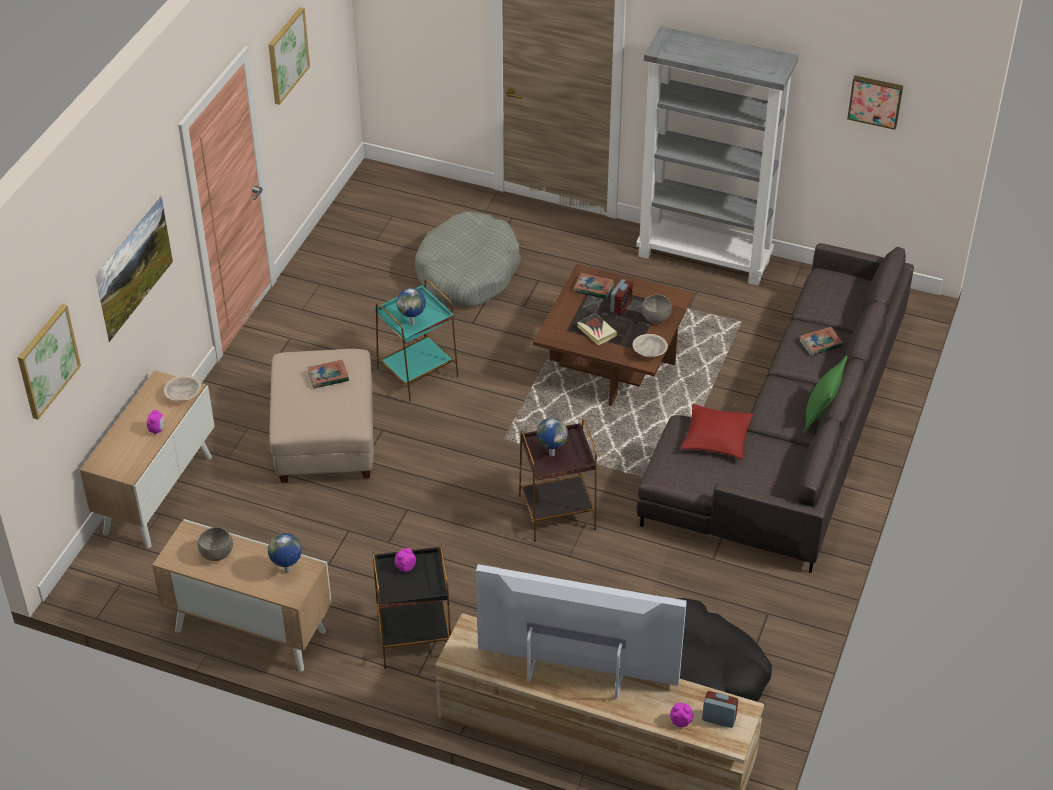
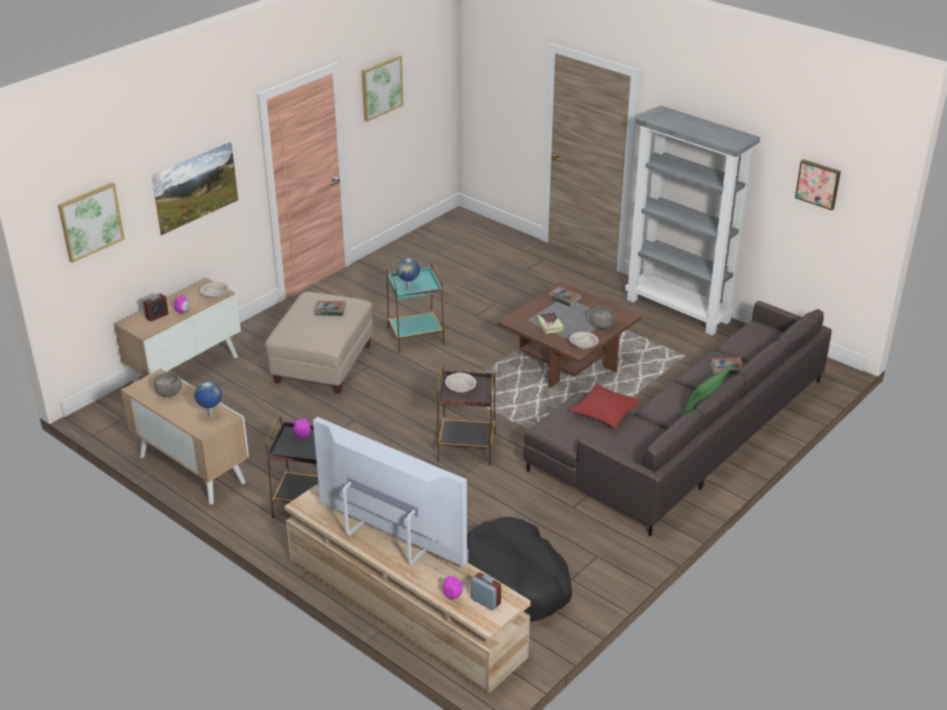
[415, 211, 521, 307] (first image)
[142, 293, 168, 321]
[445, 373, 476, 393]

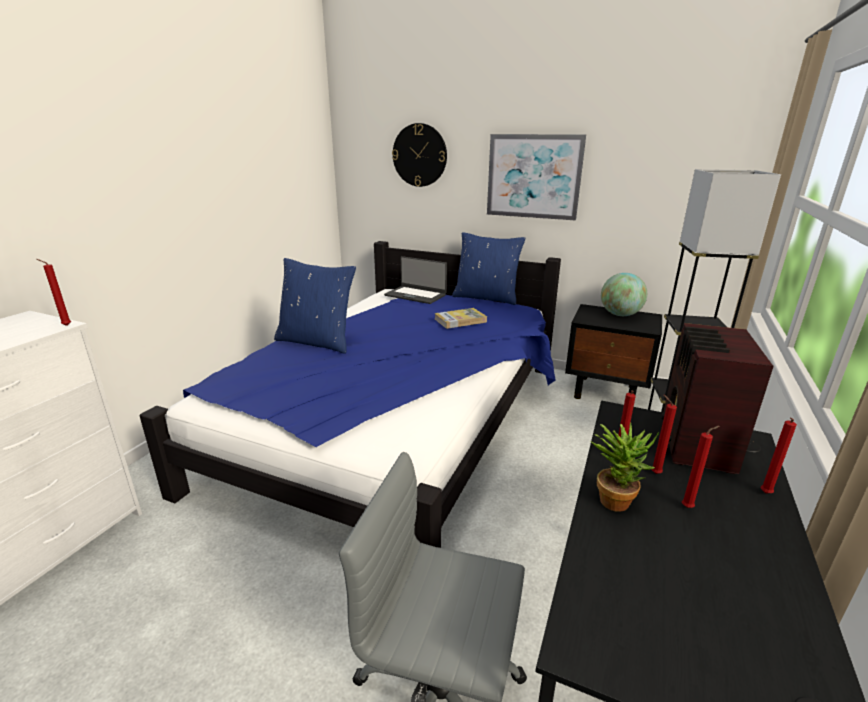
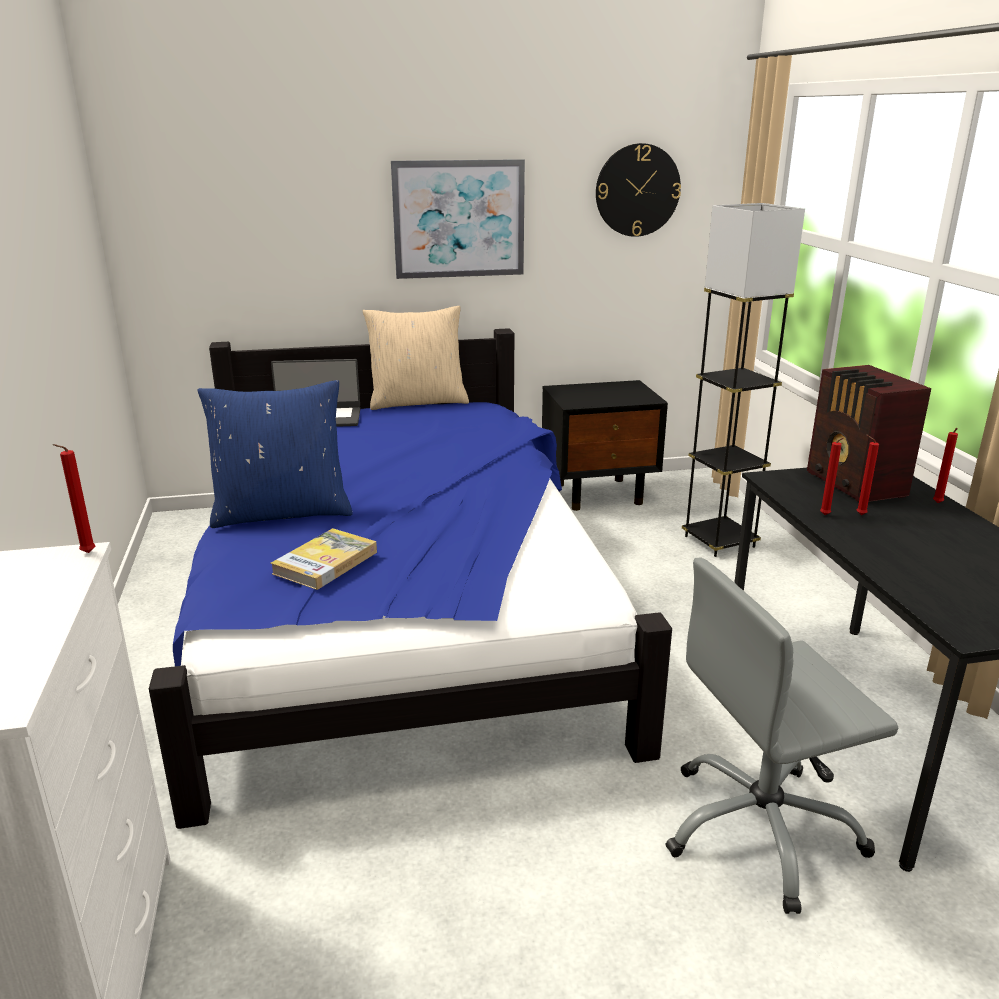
[591, 422, 659, 512] (first image)
[601, 273, 647, 316] (first image)
[682, 426, 720, 508] (first image)
[596, 143, 681, 237]
[270, 528, 377, 590]
[363, 306, 469, 410]

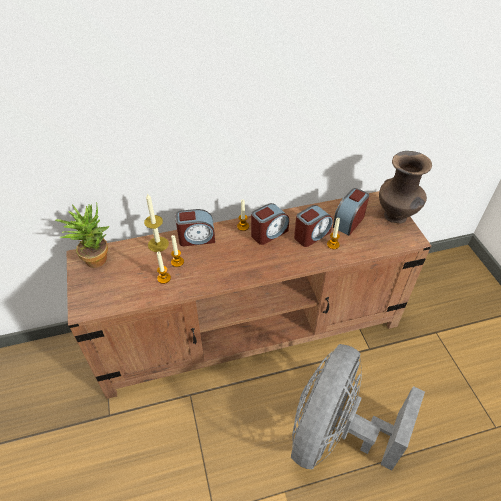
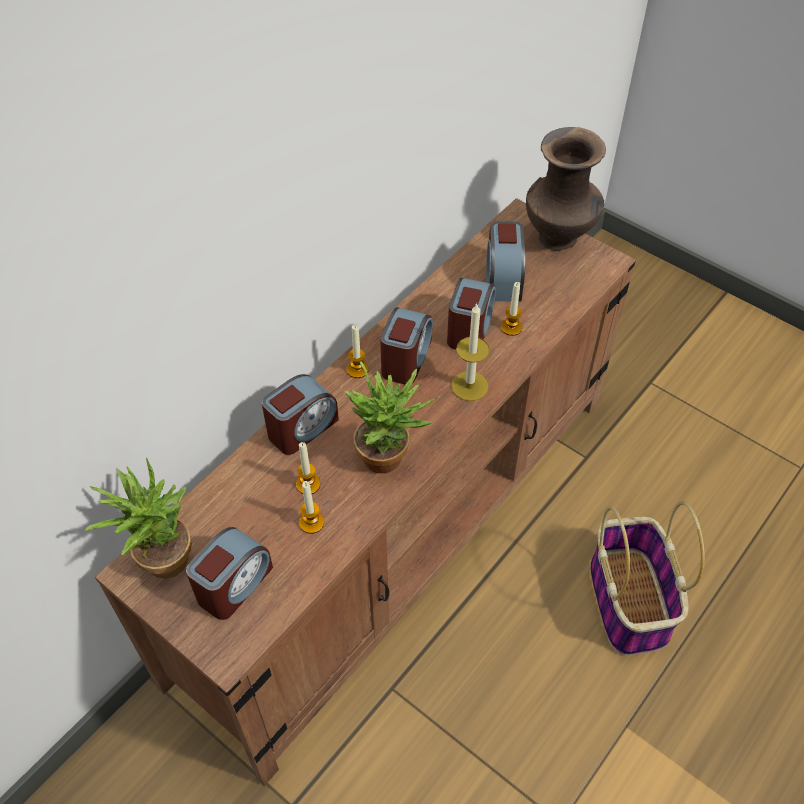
[186, 527, 273, 620]
[345, 362, 440, 473]
[451, 303, 490, 401]
[590, 501, 705, 656]

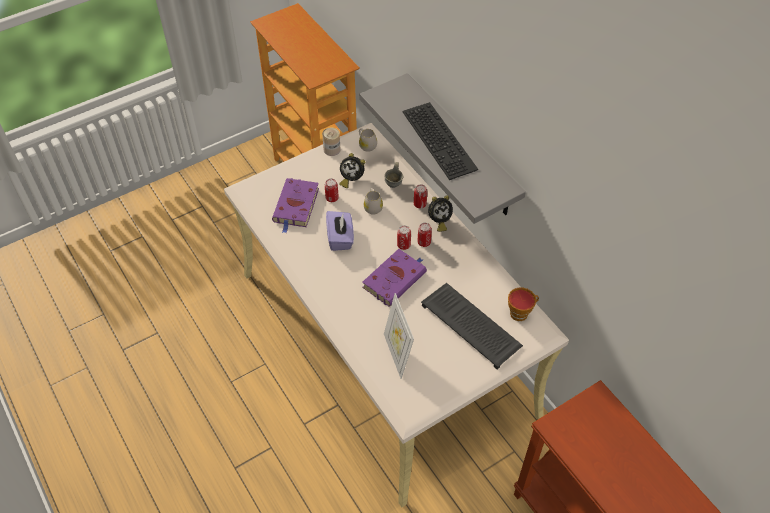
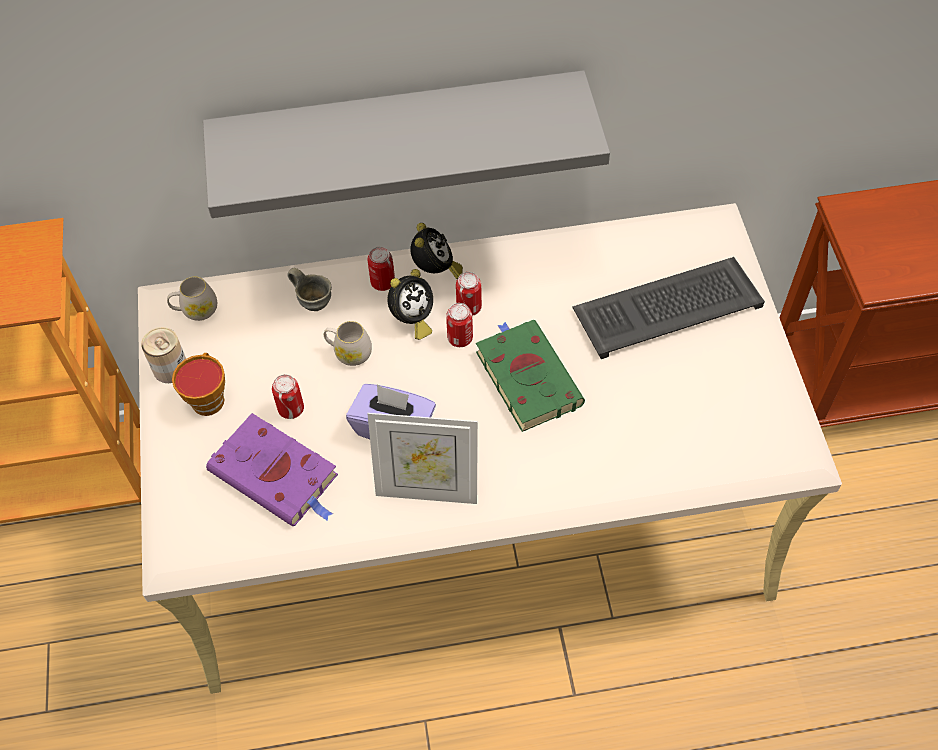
[402, 102, 478, 180] (first image)
[387, 269, 433, 340]
[367, 413, 478, 504]
[172, 353, 225, 416]
[476, 320, 585, 432]

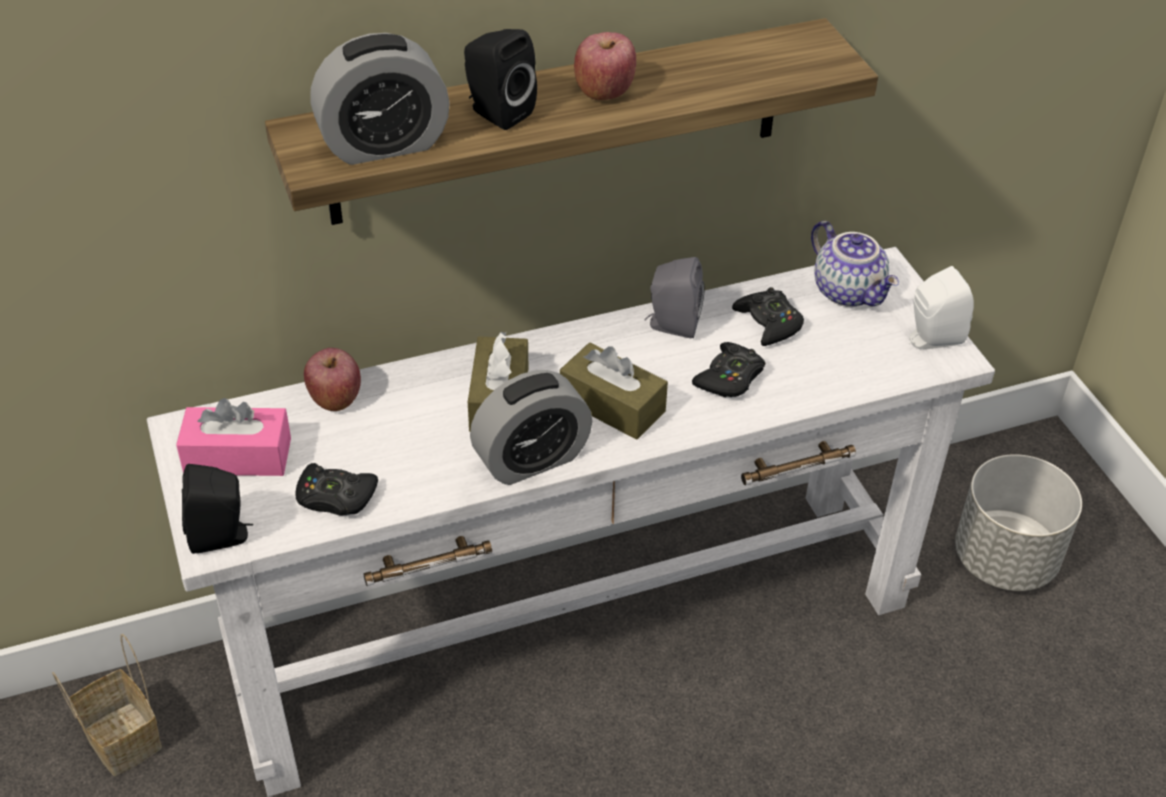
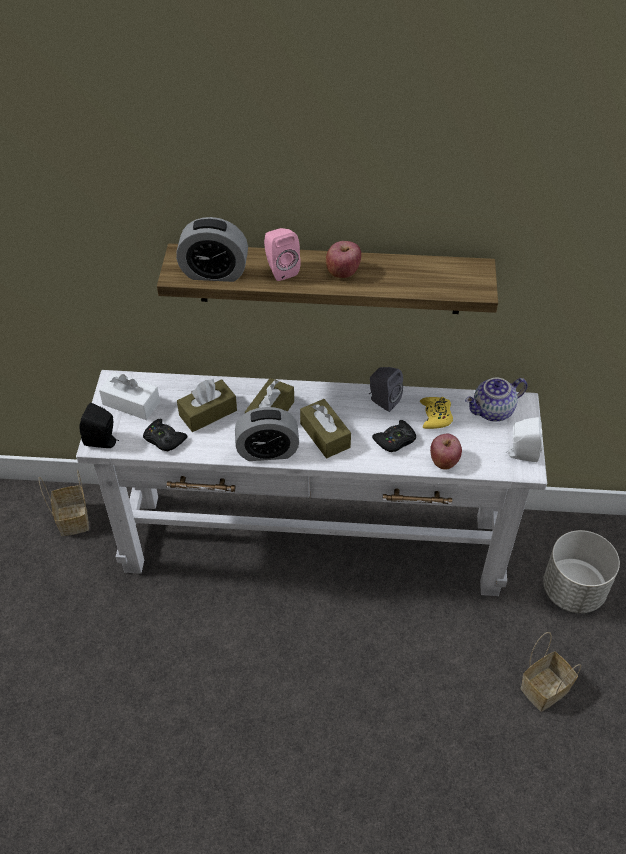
[177, 379, 237, 432]
[520, 632, 581, 712]
[430, 433, 462, 469]
[99, 372, 160, 420]
[264, 228, 301, 281]
[420, 397, 453, 429]
[465, 378, 527, 422]

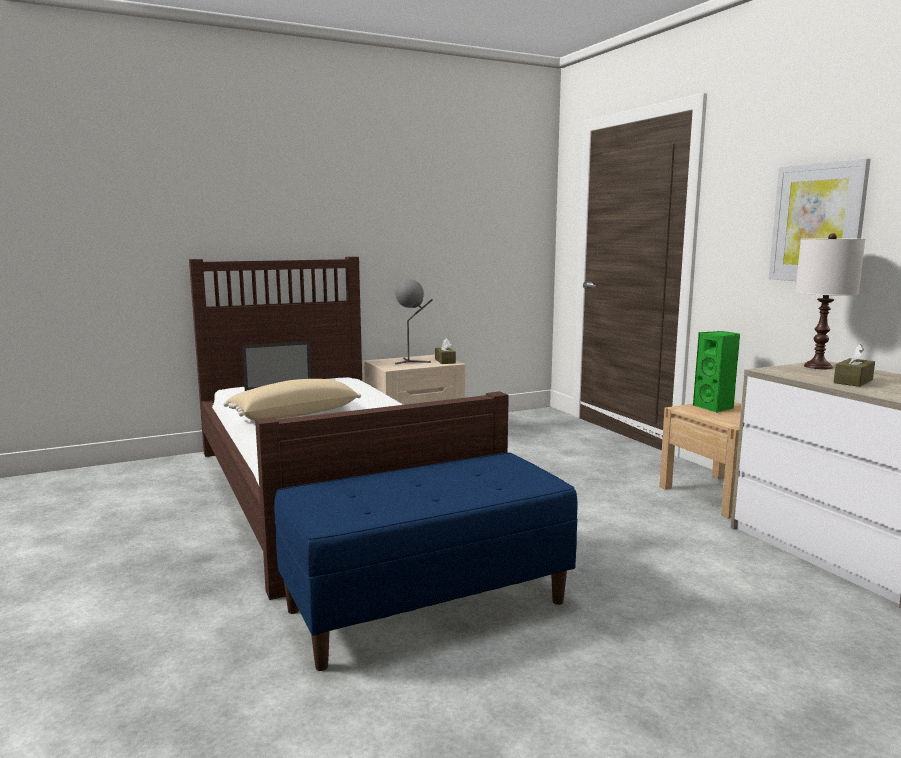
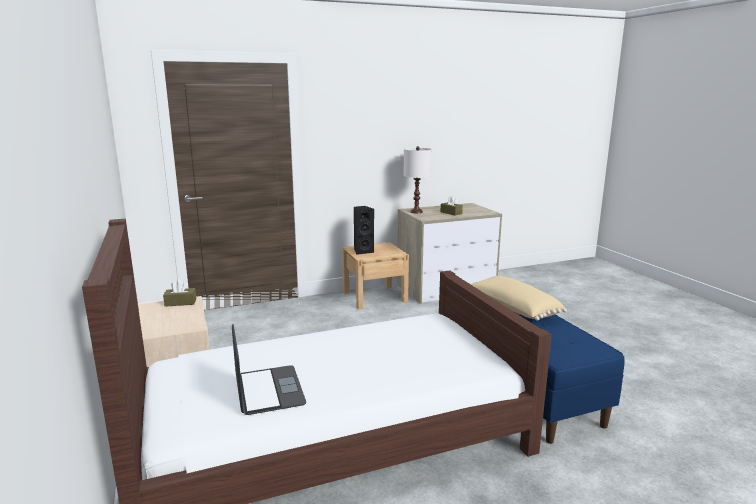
[395, 279, 433, 364] (first image)
[768, 158, 871, 281] (first image)
[471, 276, 567, 321]
[354, 206, 374, 255]

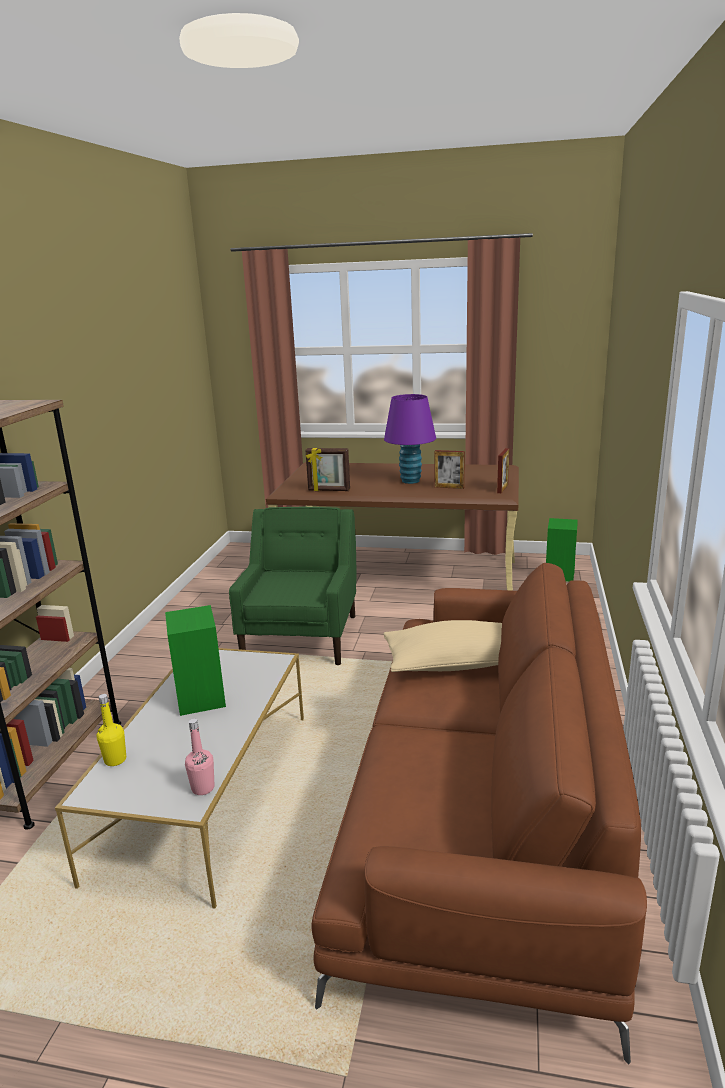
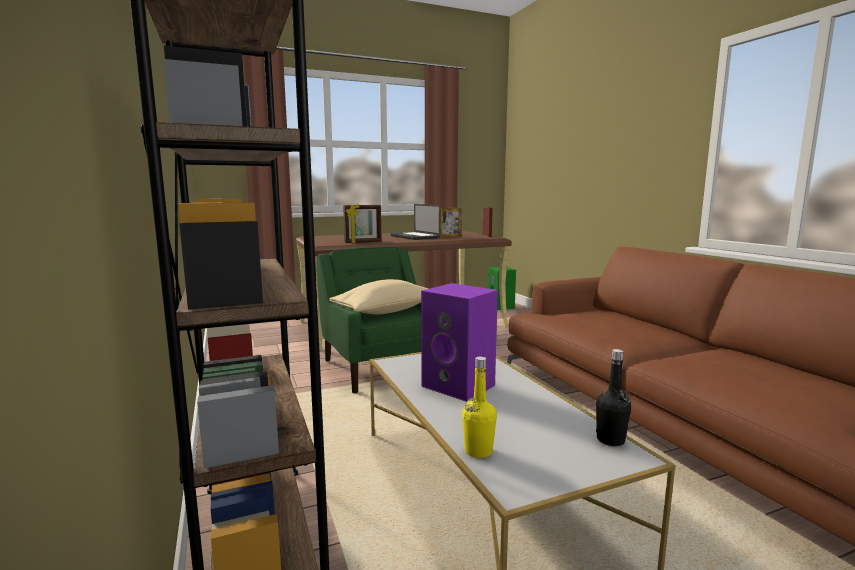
[329, 279, 429, 315]
[390, 204, 440, 240]
[421, 283, 498, 402]
[596, 349, 631, 446]

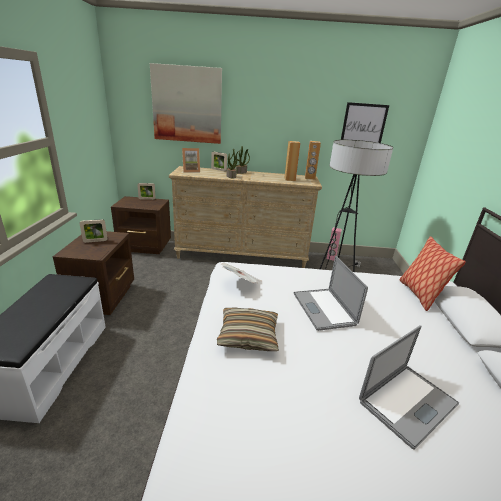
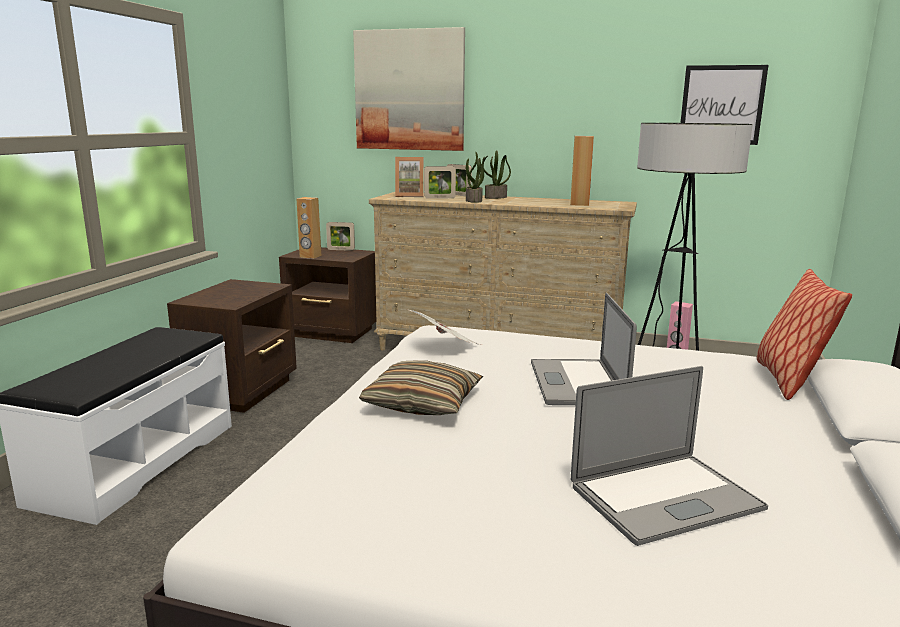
[424, 166, 456, 198]
[296, 197, 321, 259]

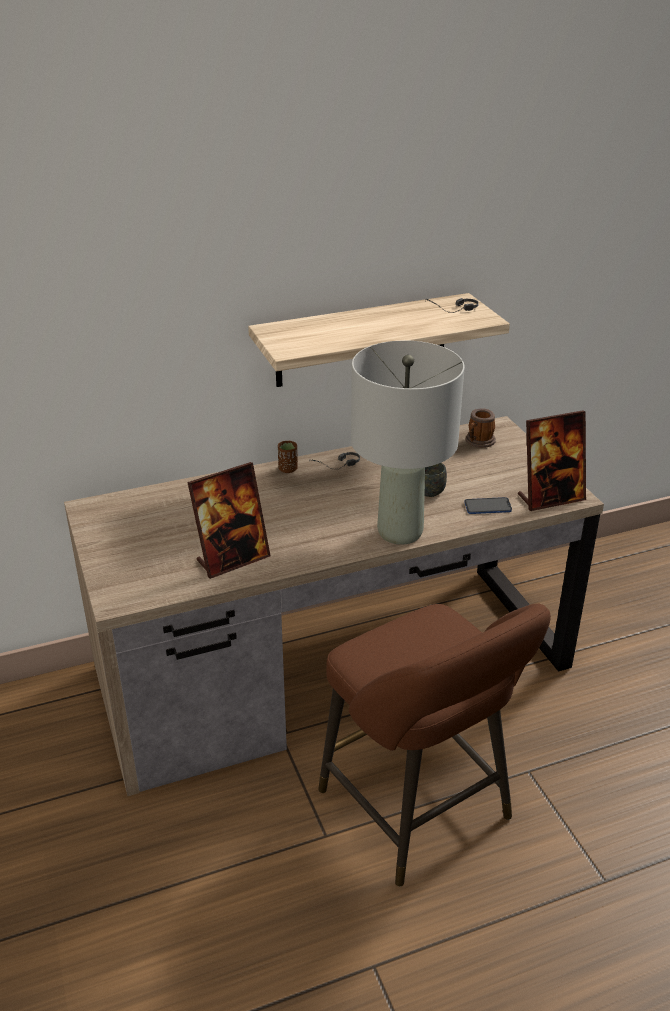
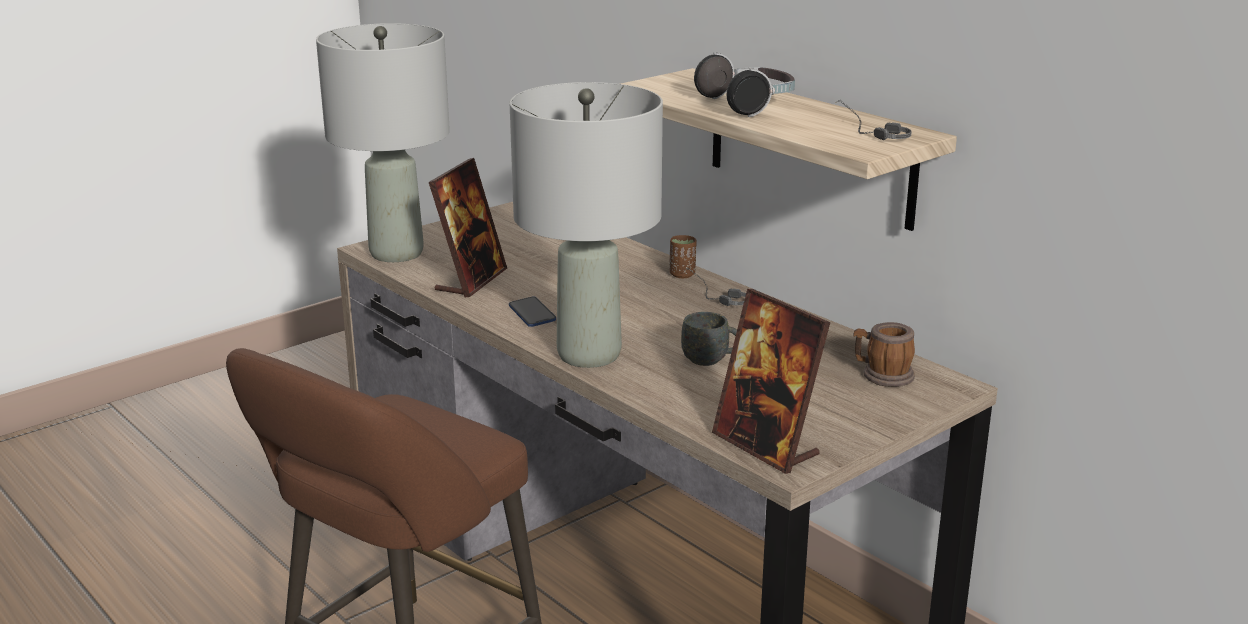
[316, 23, 450, 262]
[694, 52, 795, 117]
[509, 297, 556, 327]
[429, 158, 507, 298]

